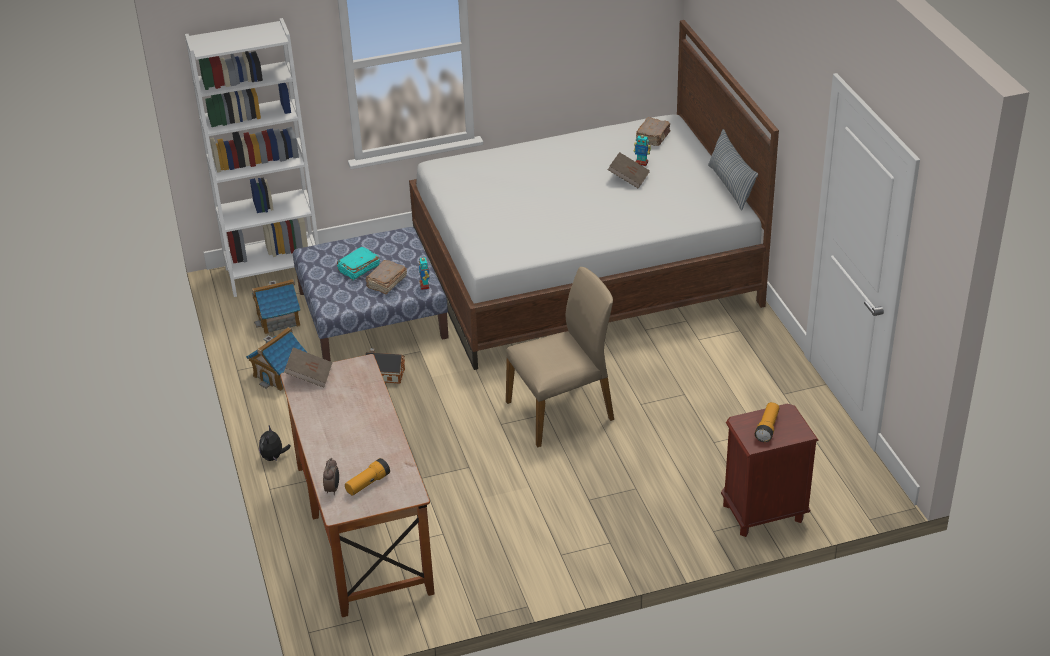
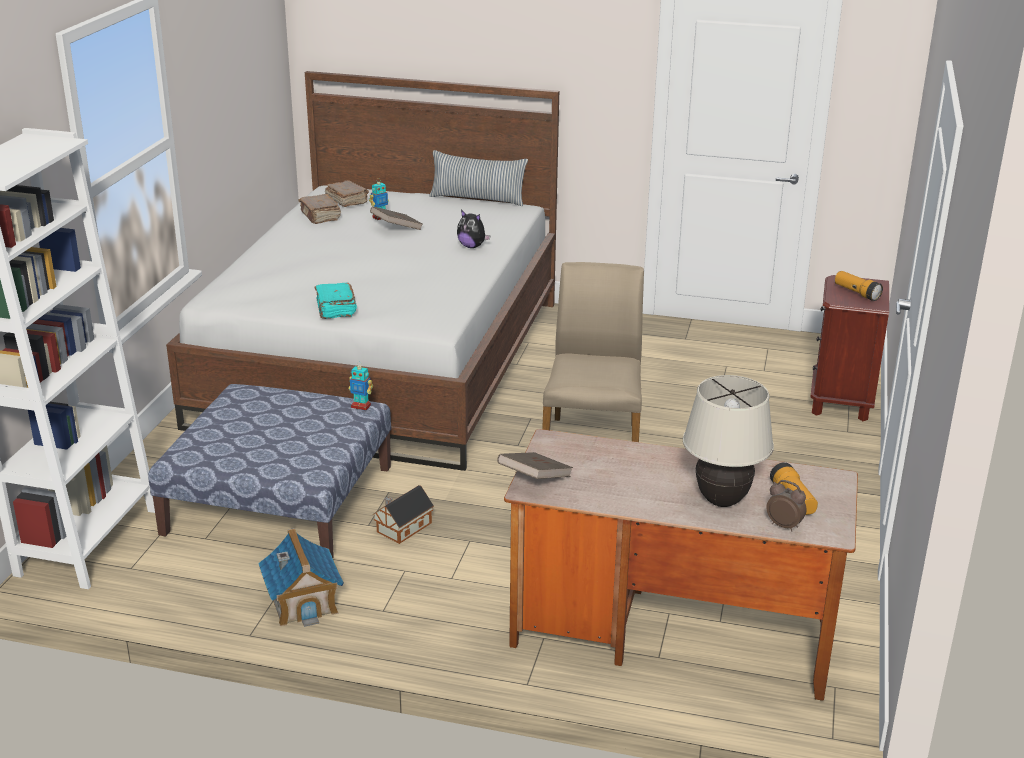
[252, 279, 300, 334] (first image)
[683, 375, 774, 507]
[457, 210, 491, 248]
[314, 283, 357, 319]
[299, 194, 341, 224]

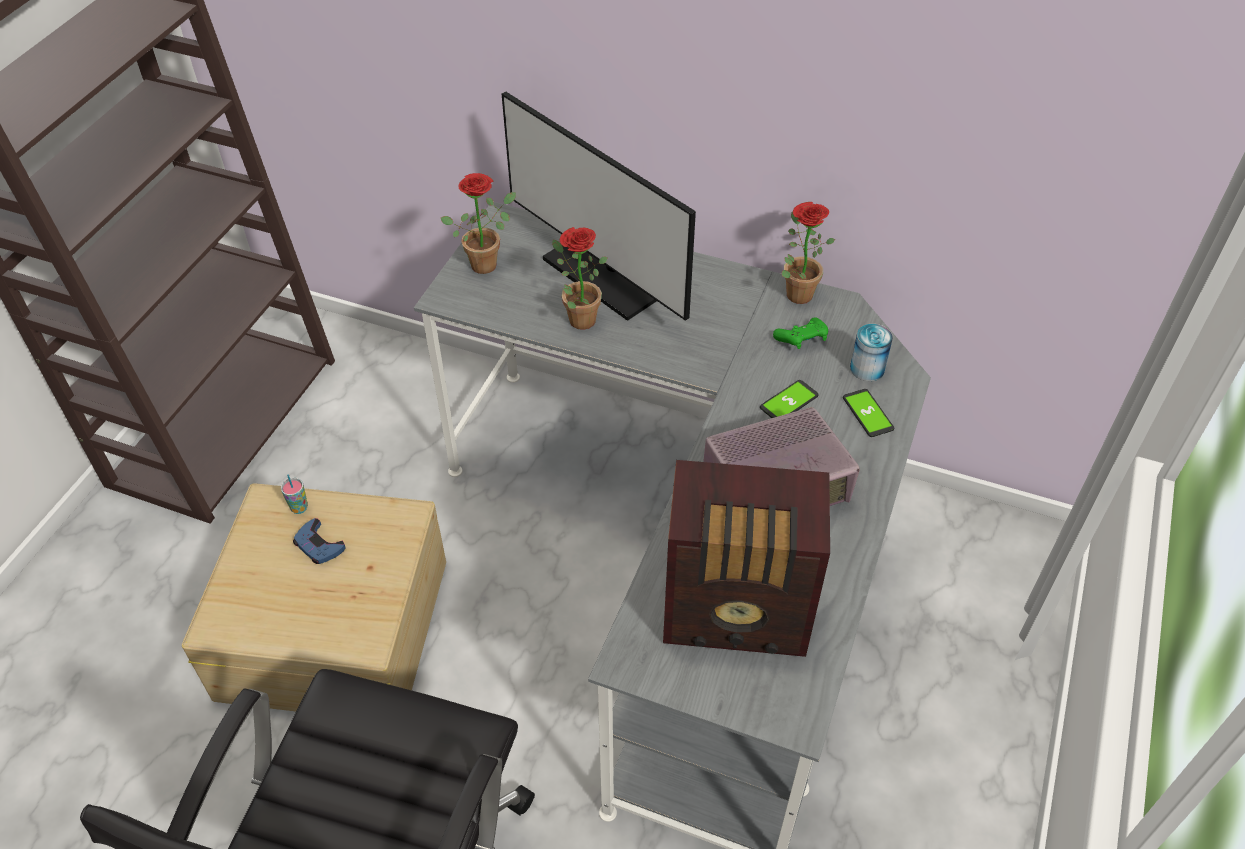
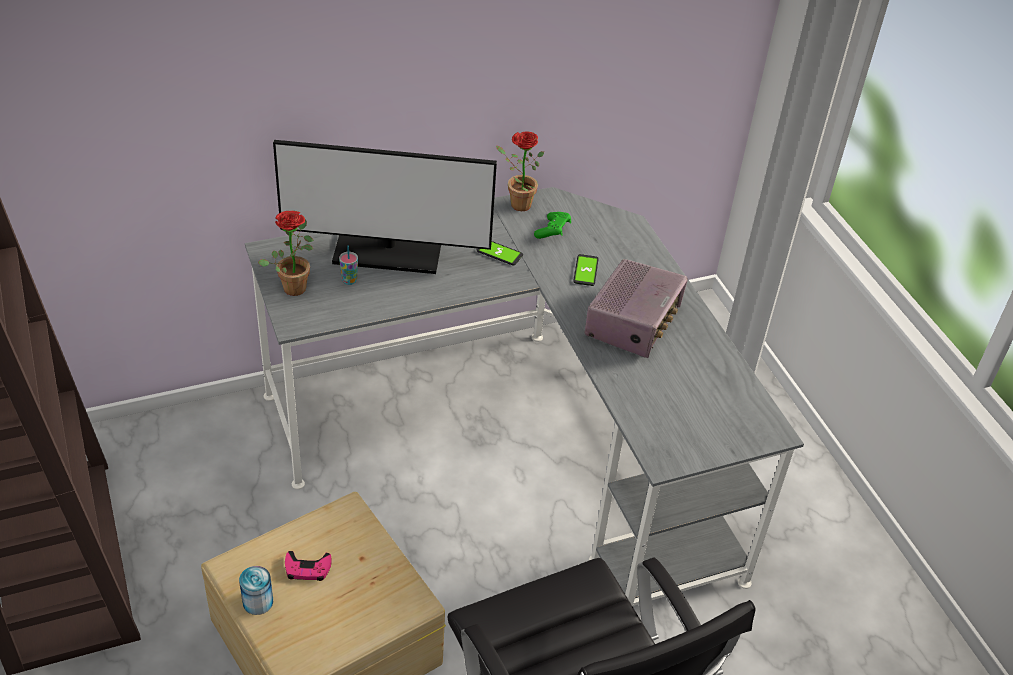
[552, 227, 608, 330] (first image)
[663, 460, 830, 657] (first image)
[339, 245, 358, 285]
[477, 241, 523, 266]
[239, 566, 273, 615]
[285, 551, 332, 581]

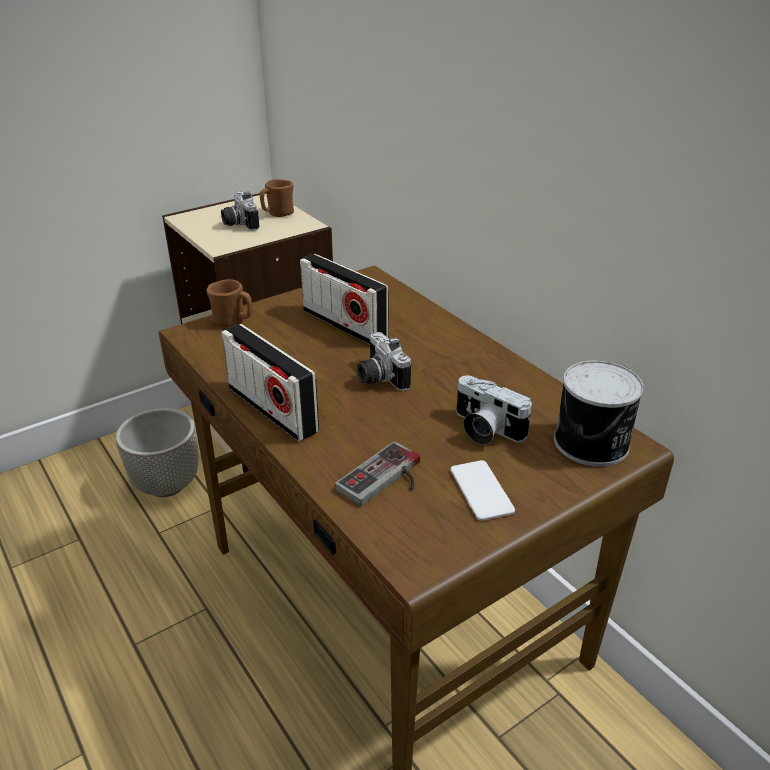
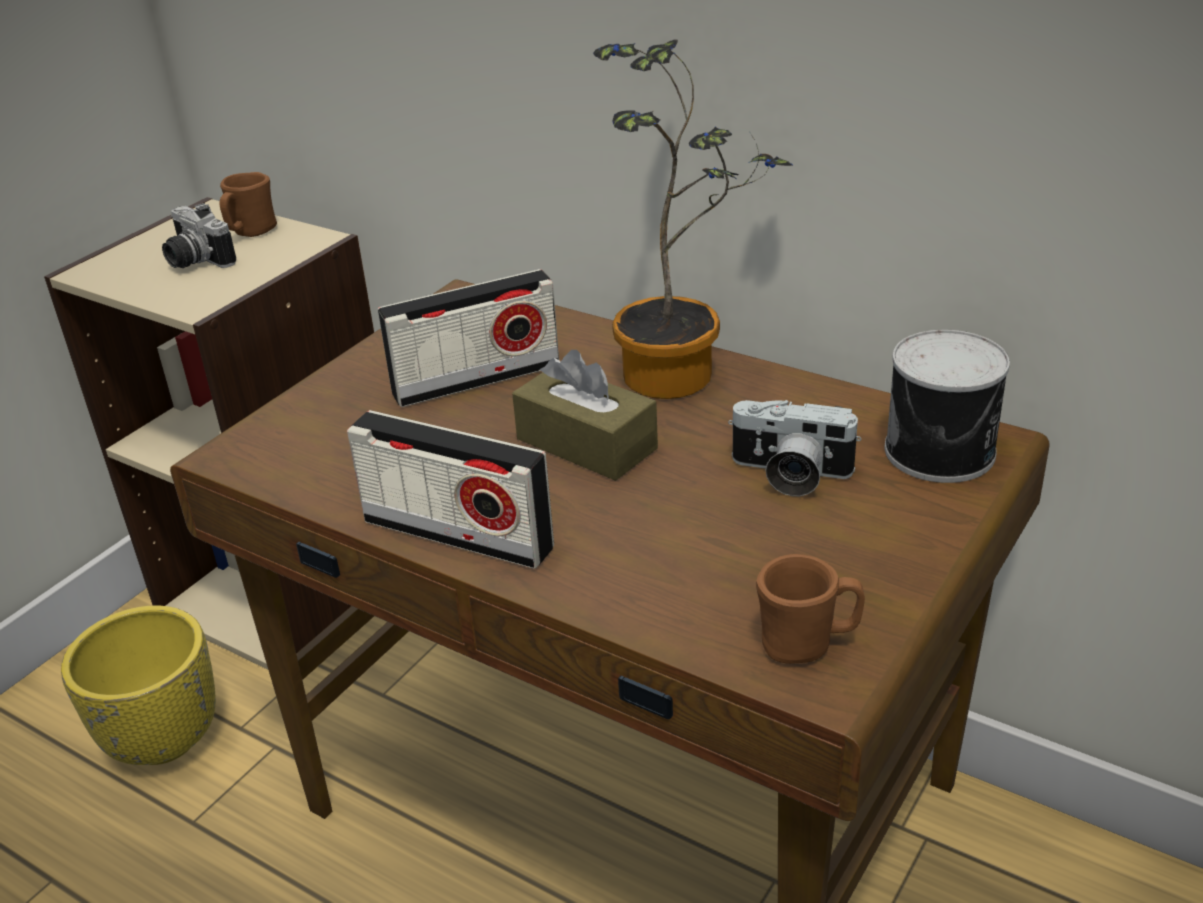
[335, 441, 420, 506] (first image)
[451, 460, 515, 521] (first image)
[593, 39, 793, 399]
[756, 554, 865, 664]
[512, 350, 658, 481]
[61, 605, 216, 765]
[378, 269, 559, 407]

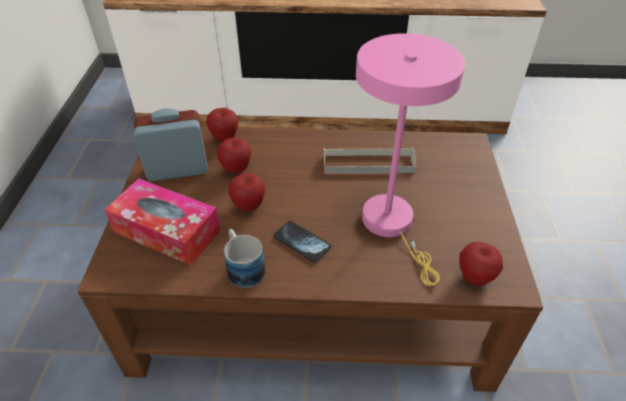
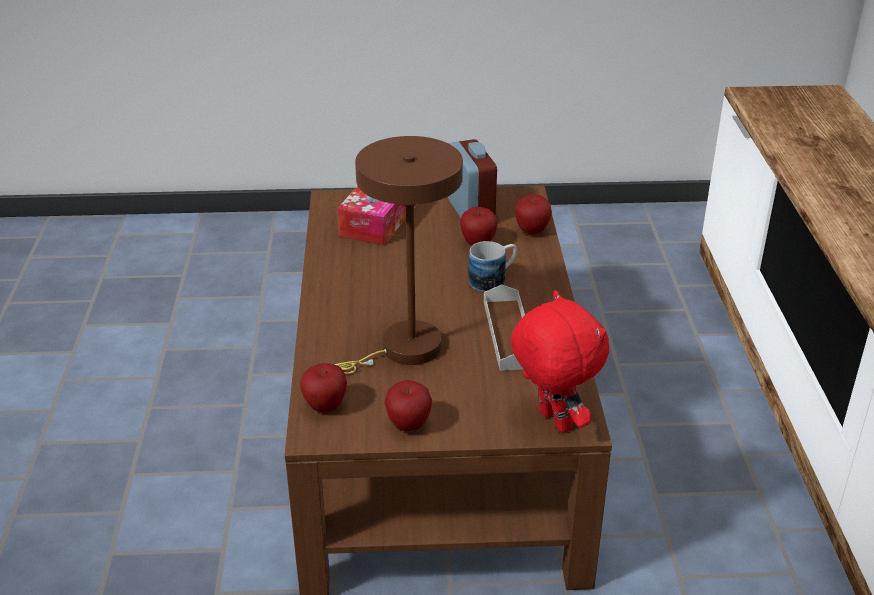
[273, 221, 331, 263] (first image)
[511, 290, 609, 433]
[468, 241, 517, 292]
[384, 380, 432, 431]
[334, 136, 463, 374]

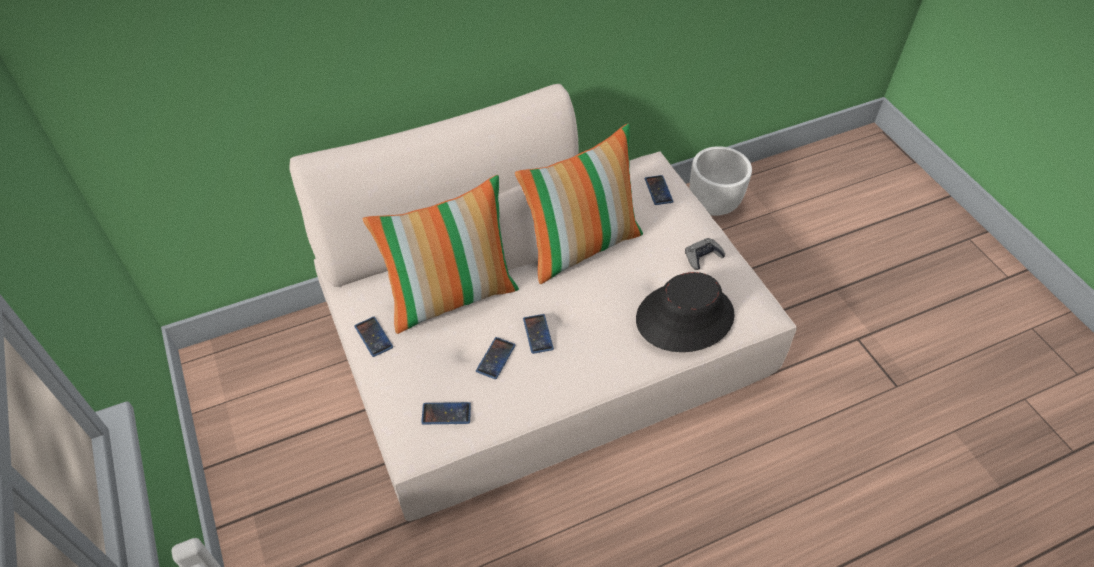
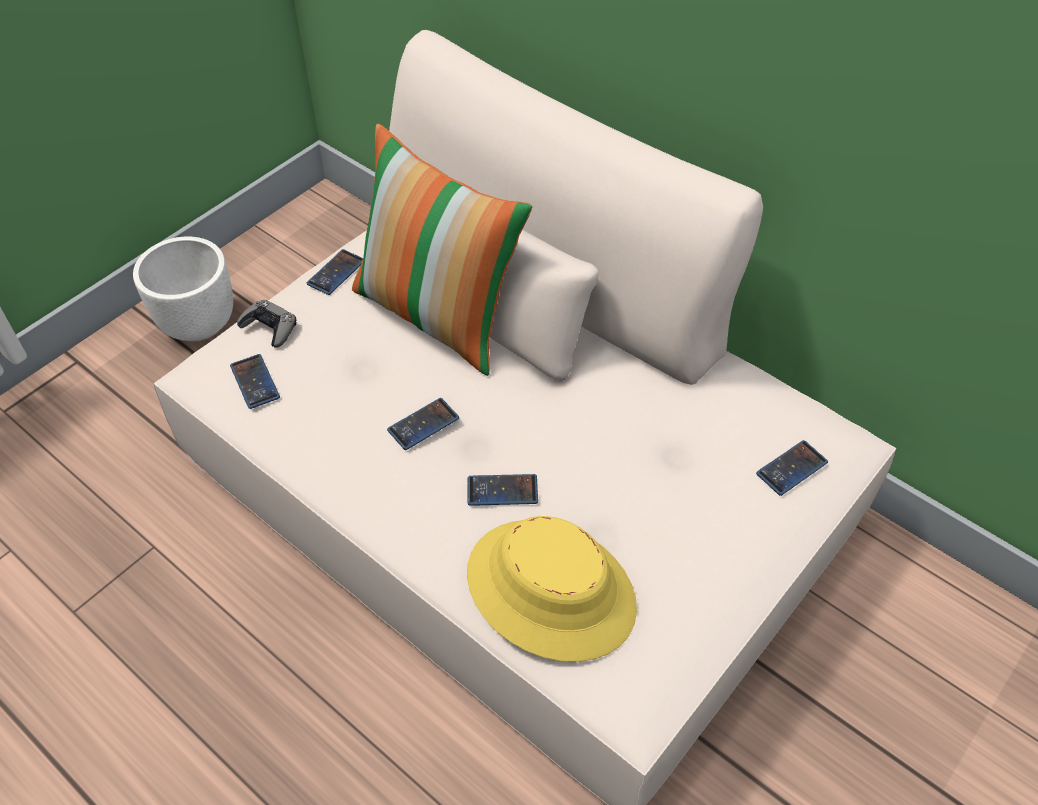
[515, 123, 643, 284] (first image)
[468, 474, 538, 506]
[237, 300, 296, 348]
[133, 237, 233, 341]
[467, 516, 637, 662]

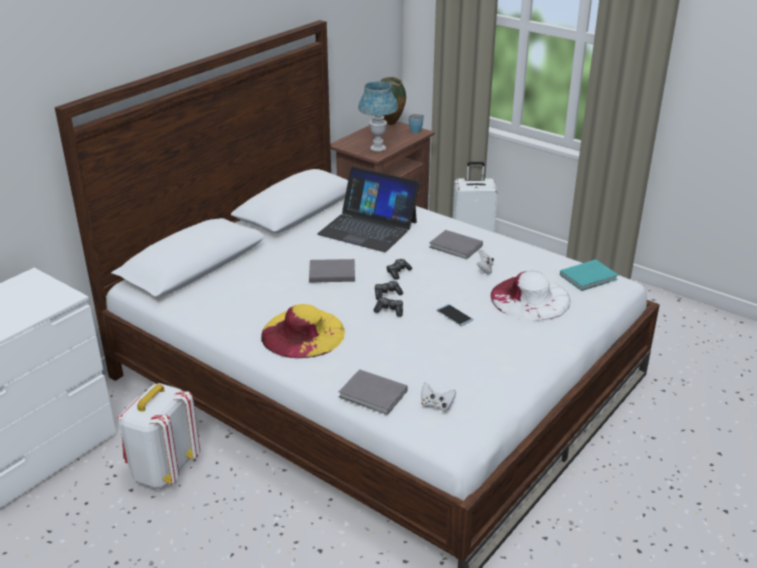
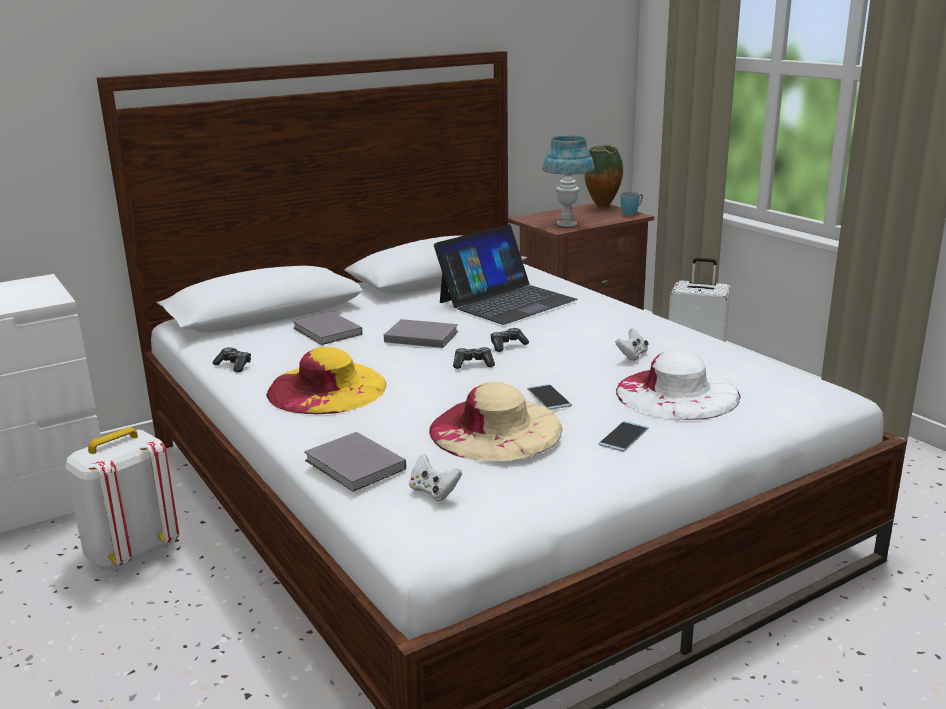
[560, 259, 618, 291] (first image)
[429, 382, 562, 461]
[598, 421, 648, 452]
[212, 347, 251, 373]
[293, 312, 362, 345]
[434, 224, 577, 325]

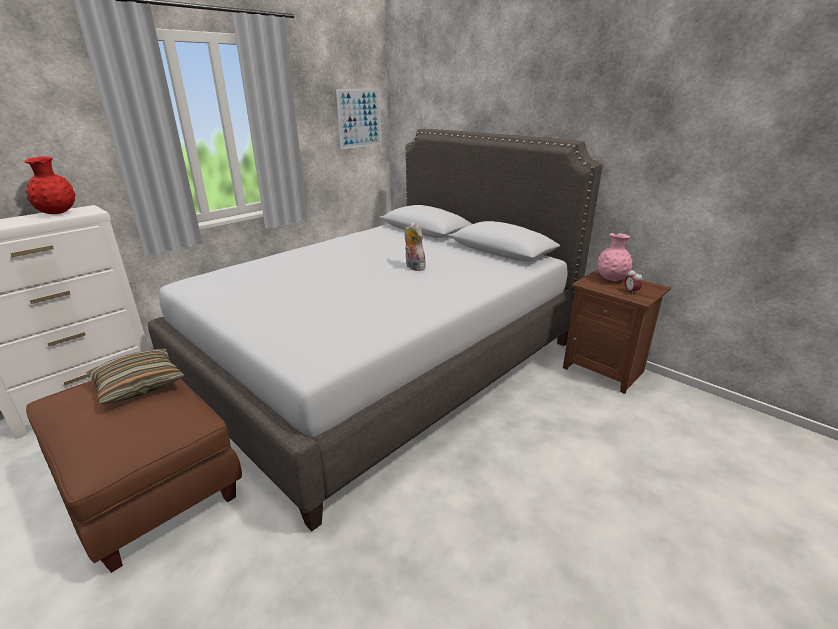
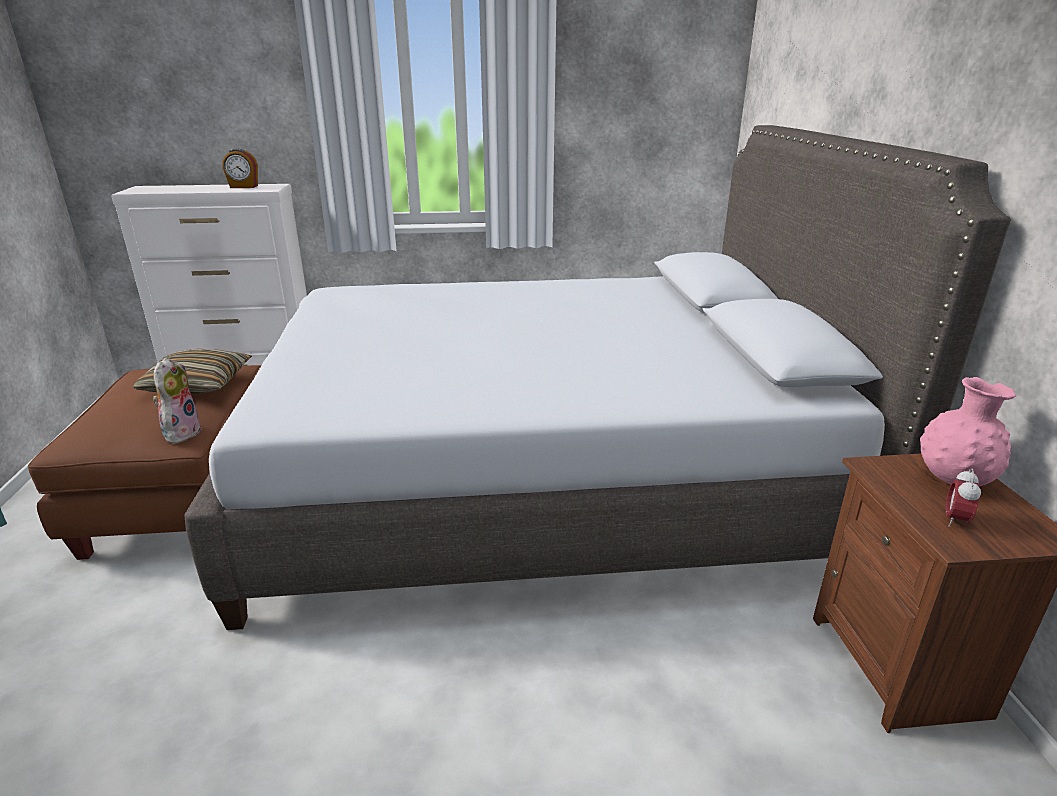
[336, 88, 382, 149] (first image)
[153, 357, 202, 443]
[222, 149, 258, 188]

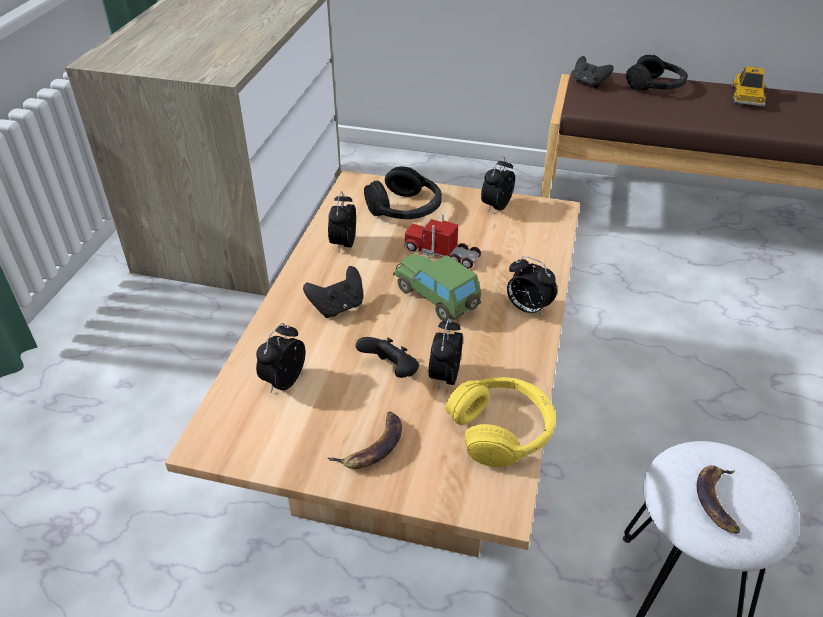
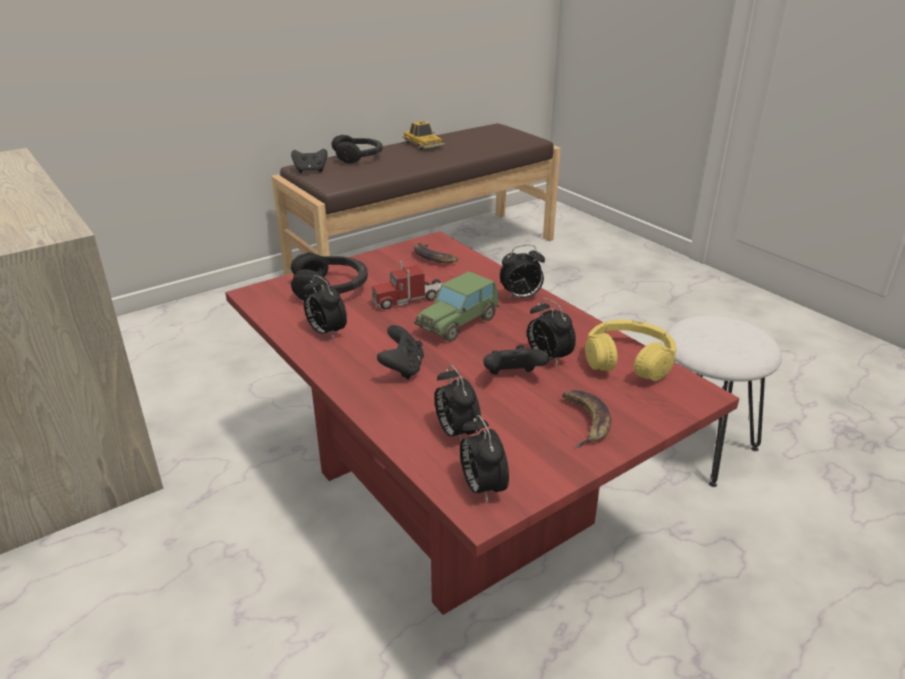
[460, 415, 509, 503]
[414, 243, 458, 263]
[225, 231, 739, 615]
[414, 271, 499, 342]

